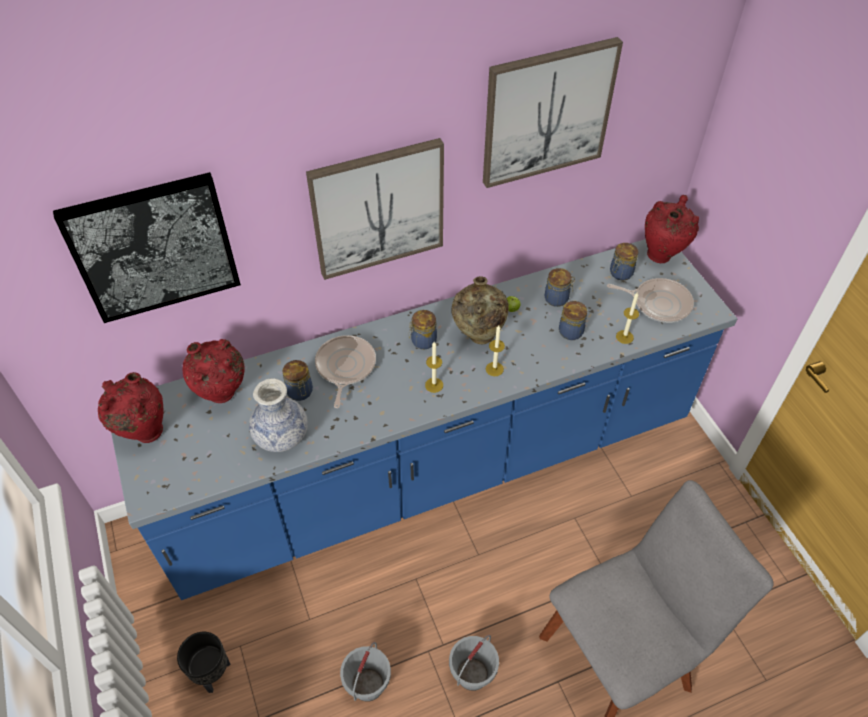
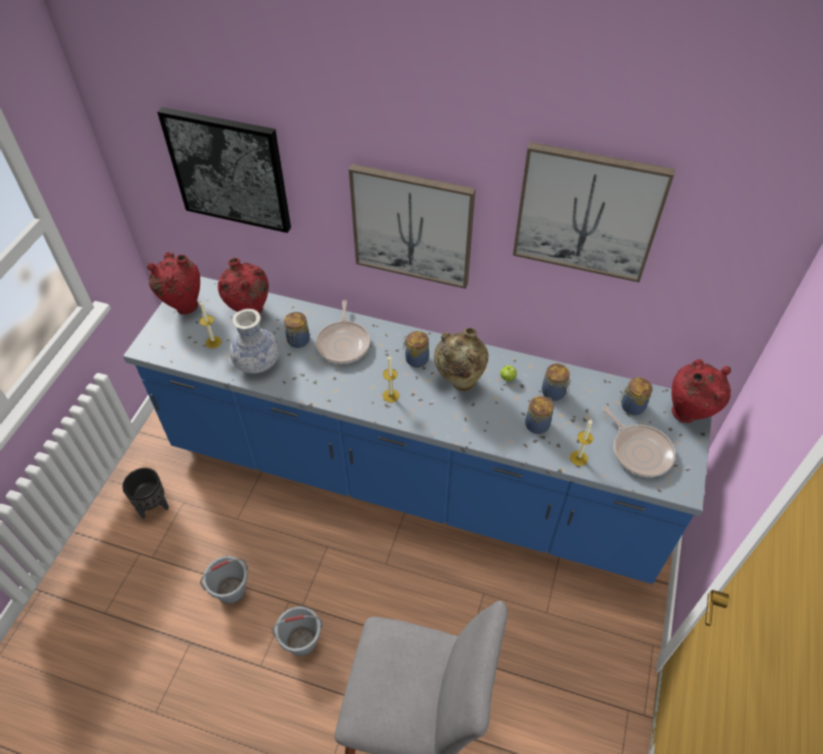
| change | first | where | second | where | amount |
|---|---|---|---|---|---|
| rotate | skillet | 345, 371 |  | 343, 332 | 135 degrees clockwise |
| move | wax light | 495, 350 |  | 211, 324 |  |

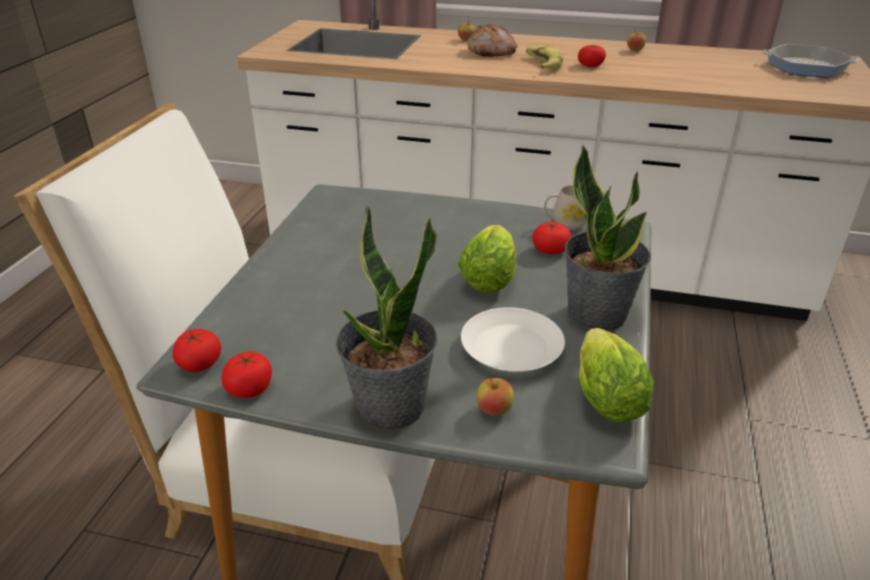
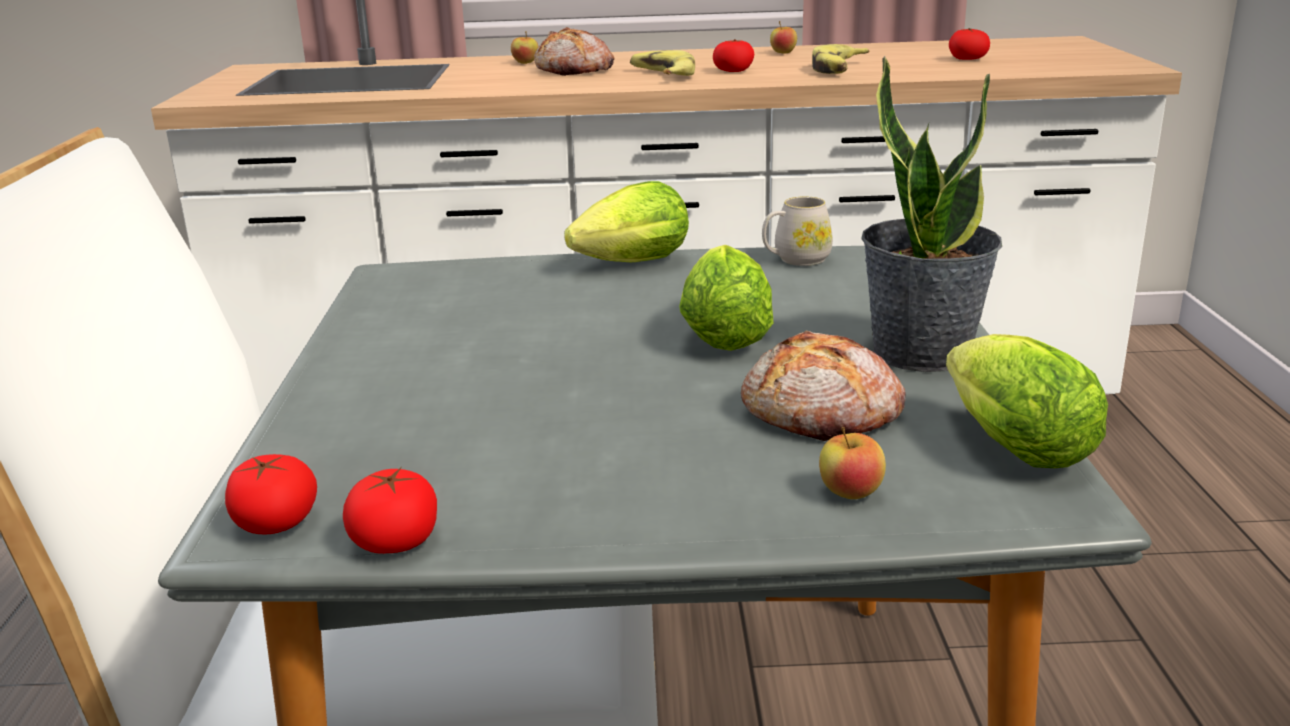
| change | first | where | second | where | amount |
|---|---|---|---|---|---|
| delete | houseplant | 386, 317 |  |  |  |
| replace | whitish flat dish | 513, 339 | baked bread | 823, 386 |  |
| move | fresh tomato | 552, 238 |  | 969, 44 |  |
| delete | skillet | 810, 61 |  |  |  |
| insert |  |  | lettuce head | 626, 221 |  |
| insert |  |  | banana | 840, 59 |  |

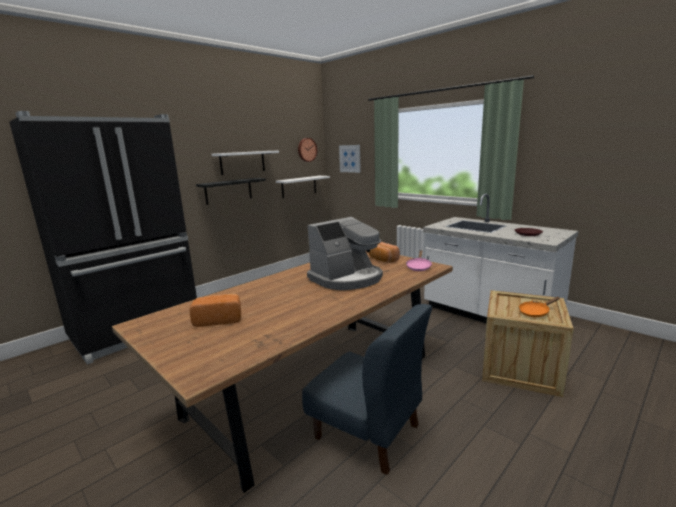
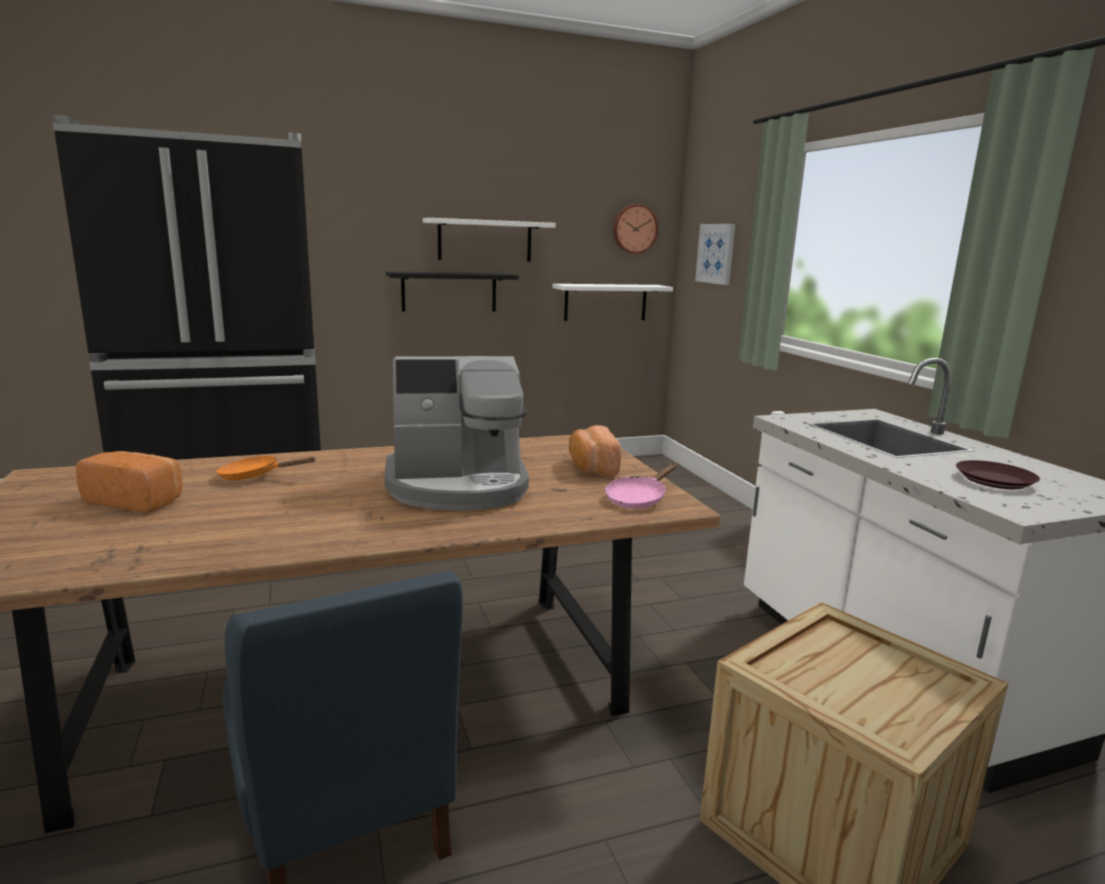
| change | first | where | second | where | amount |
|---|---|---|---|---|---|
| move | orange-coloured skillet | 539, 307 |  | 266, 468 |  |

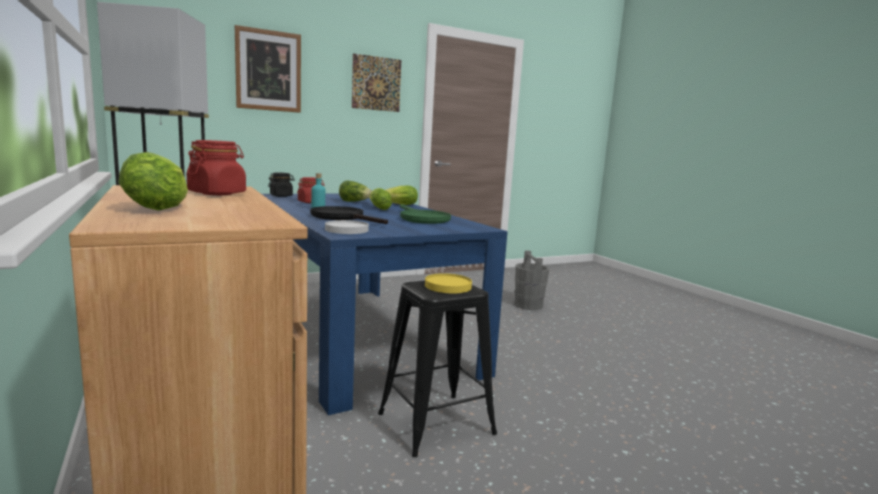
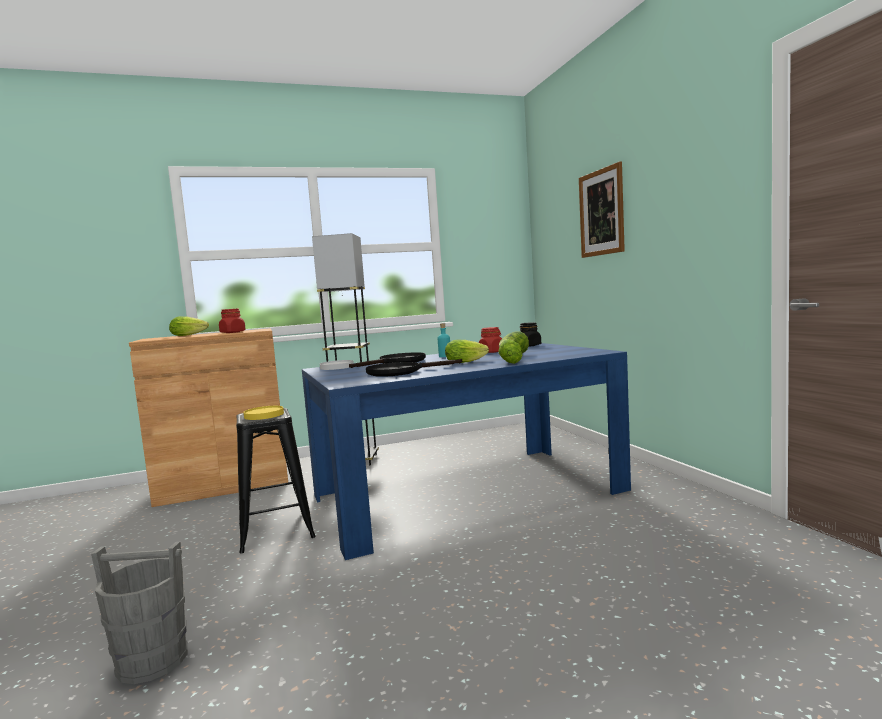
| change | first | where | second | where | amount |
|---|---|---|---|---|---|
| delete | wall picture | 376, 82 |  |  |  |
| recolor | green skillet | 425, 214 | blackish skillet | 414, 368 |  |
| move | greyish water bucket | 531, 280 |  | 139, 612 |  |

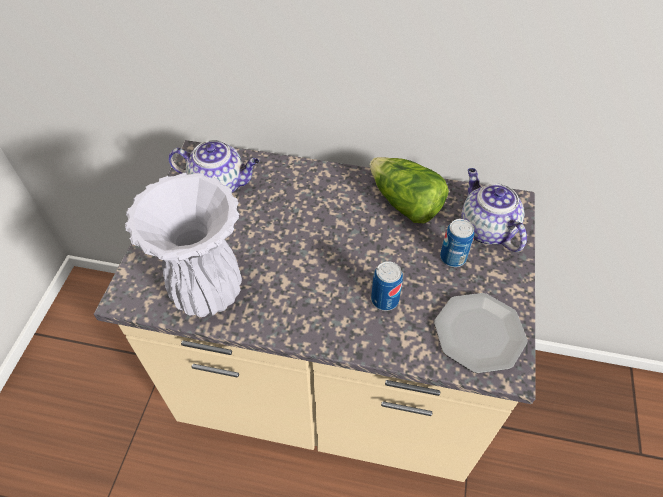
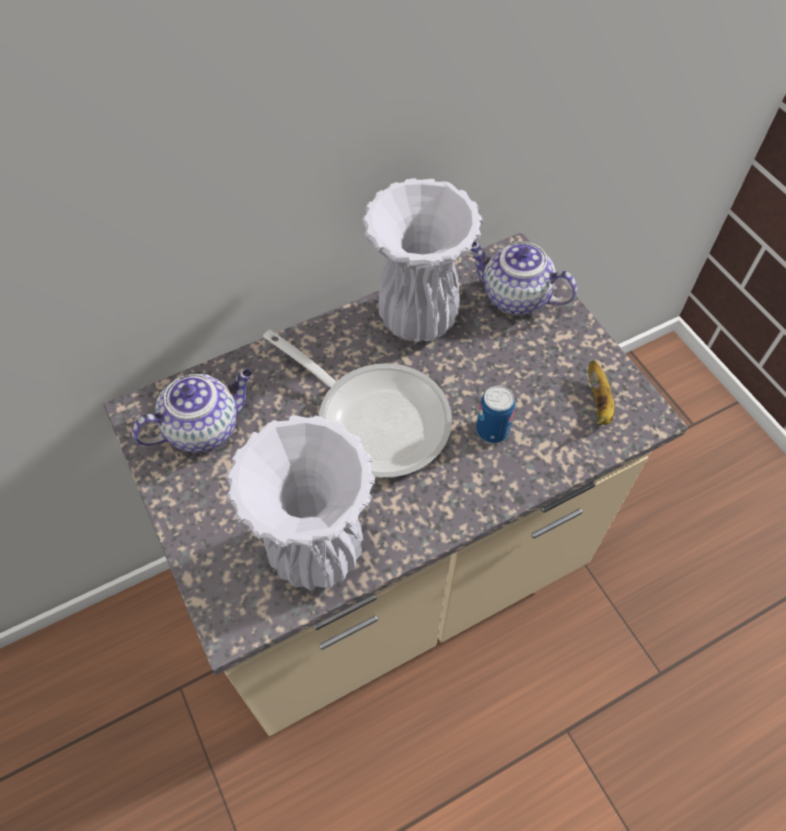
| change | first | where | second | where | amount |
|---|---|---|---|---|---|
| replace | lettuce head | 409, 190 | whitish vase | 422, 260 |  |
| replace | flat dish | 481, 333 | banana | 601, 392 |  |
| delete | metal can | 457, 243 |  |  |  |
| insert |  |  | skillet | 357, 404 |  |

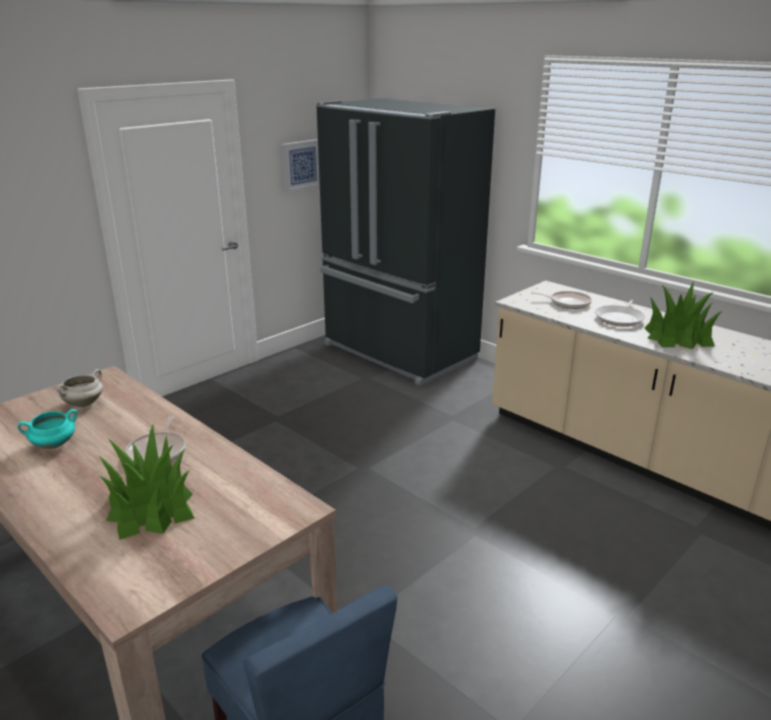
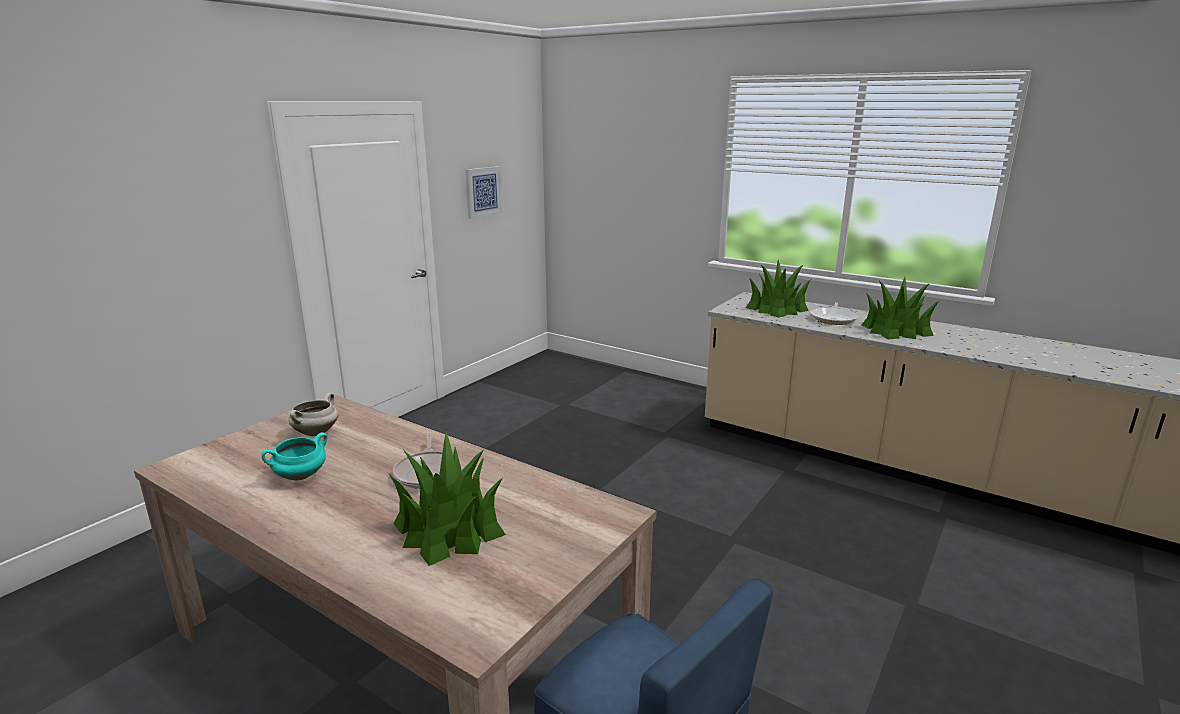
| change | first | where | second | where | amount |
|---|---|---|---|---|---|
| delete | blackish kitchen fridge | 405, 242 |  |  |  |
| replace | skillet | 561, 300 | houseplant | 778, 289 |  |

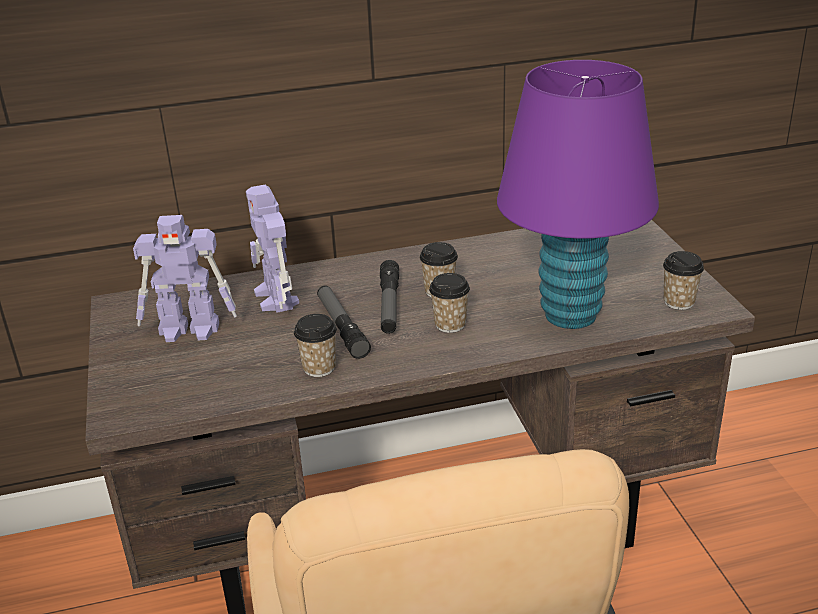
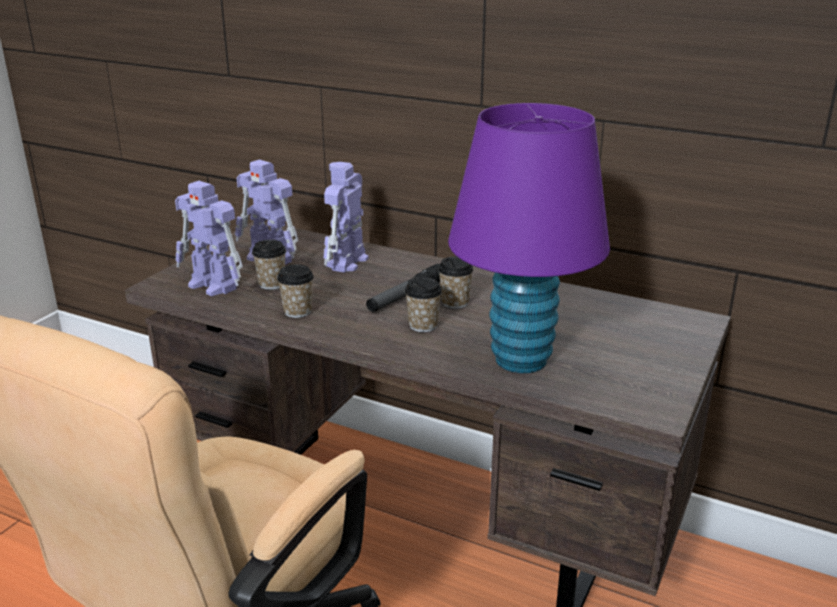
| change | first | where | second | where | amount |
|---|---|---|---|---|---|
| delete | hand torch | 344, 322 |  |  |  |
| move | drinking cup | 683, 280 |  | 269, 265 |  |
| insert |  |  | toy robot | 209, 238 |  |

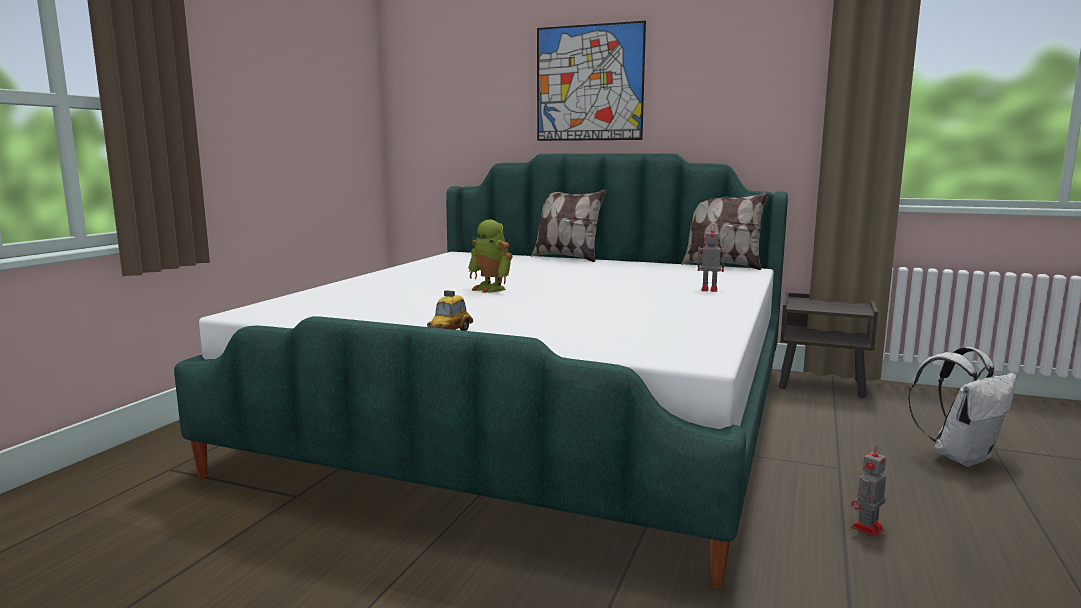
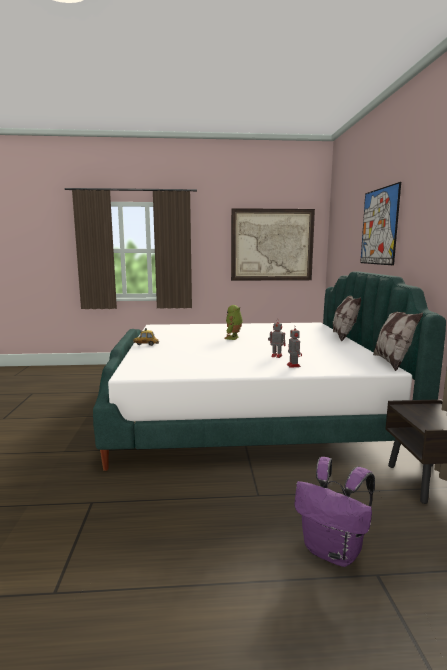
| change | first | where | second | where | amount |
|---|---|---|---|---|---|
| move | toy robot | 868, 491 |  | 276, 338 |  |
| recolor | whitish backpack | 962, 407 | purple-coloured backpack | 334, 512 |  |
| insert |  |  | wall picture | 273, 244 |  |

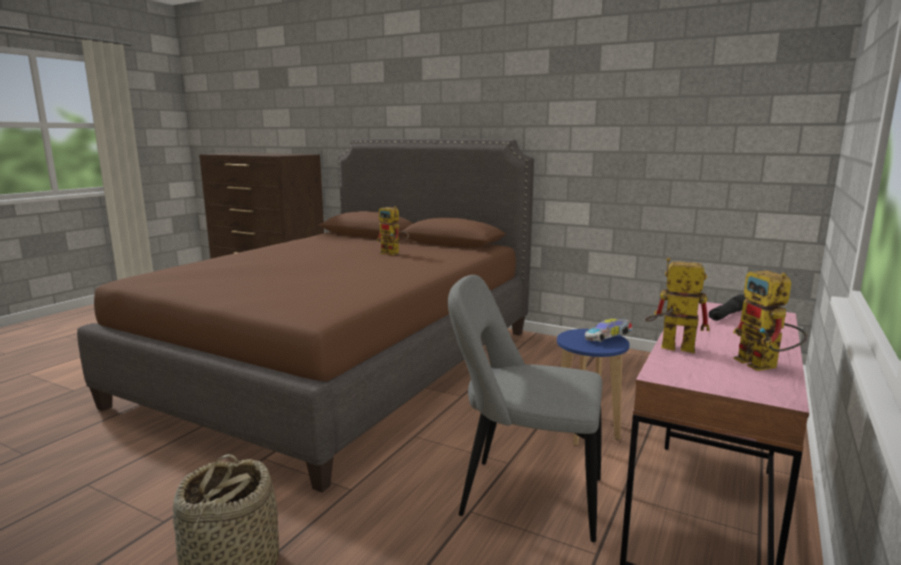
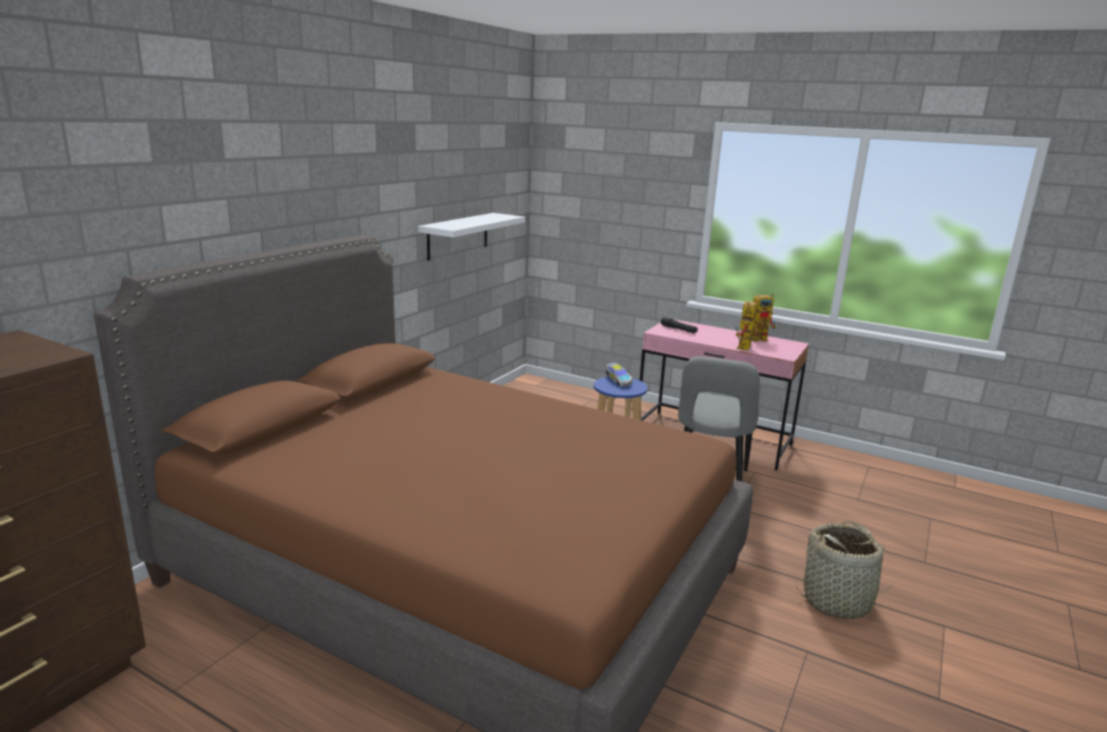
| change | first | where | second | where | amount |
|---|---|---|---|---|---|
| delete | toy robot | 393, 230 |  |  |  |
| insert |  |  | whitish wall shelf | 471, 237 |  |

